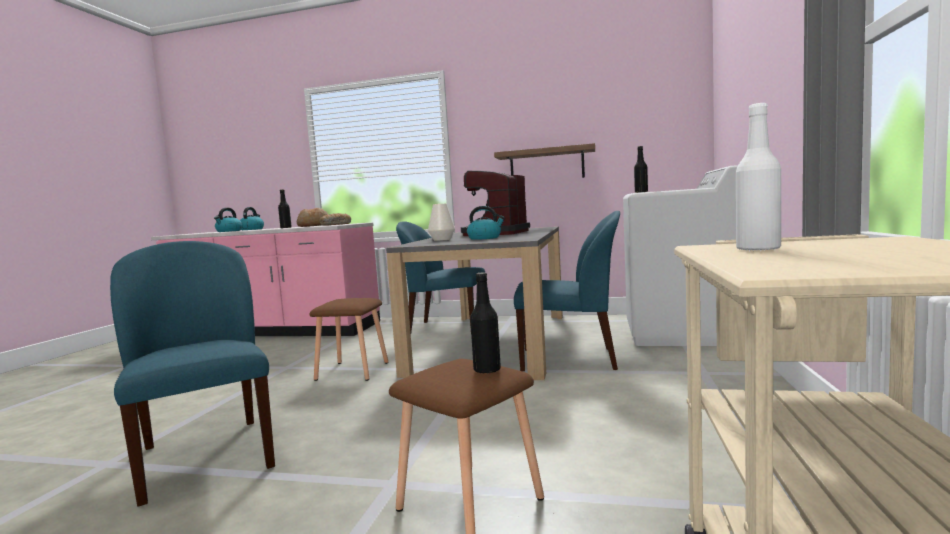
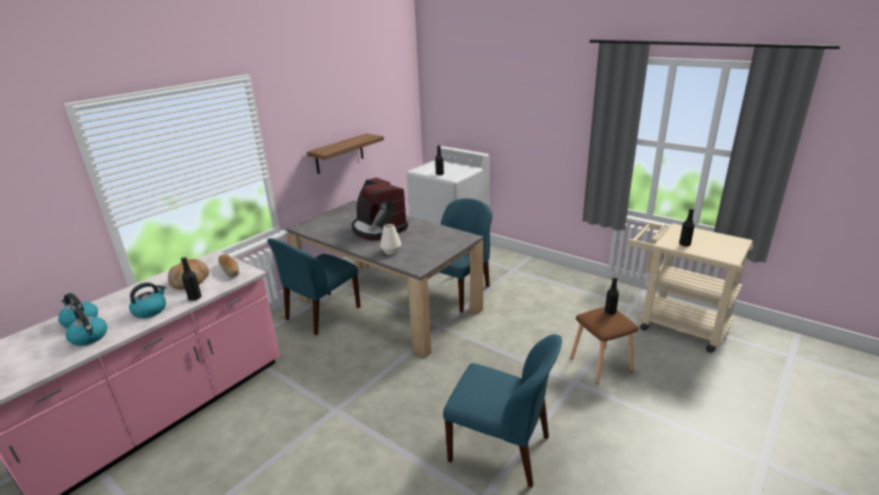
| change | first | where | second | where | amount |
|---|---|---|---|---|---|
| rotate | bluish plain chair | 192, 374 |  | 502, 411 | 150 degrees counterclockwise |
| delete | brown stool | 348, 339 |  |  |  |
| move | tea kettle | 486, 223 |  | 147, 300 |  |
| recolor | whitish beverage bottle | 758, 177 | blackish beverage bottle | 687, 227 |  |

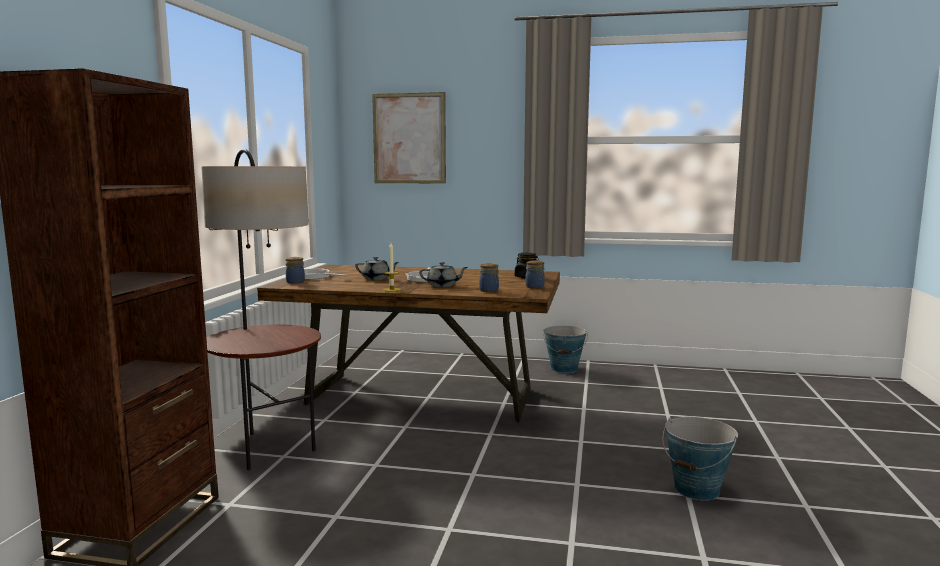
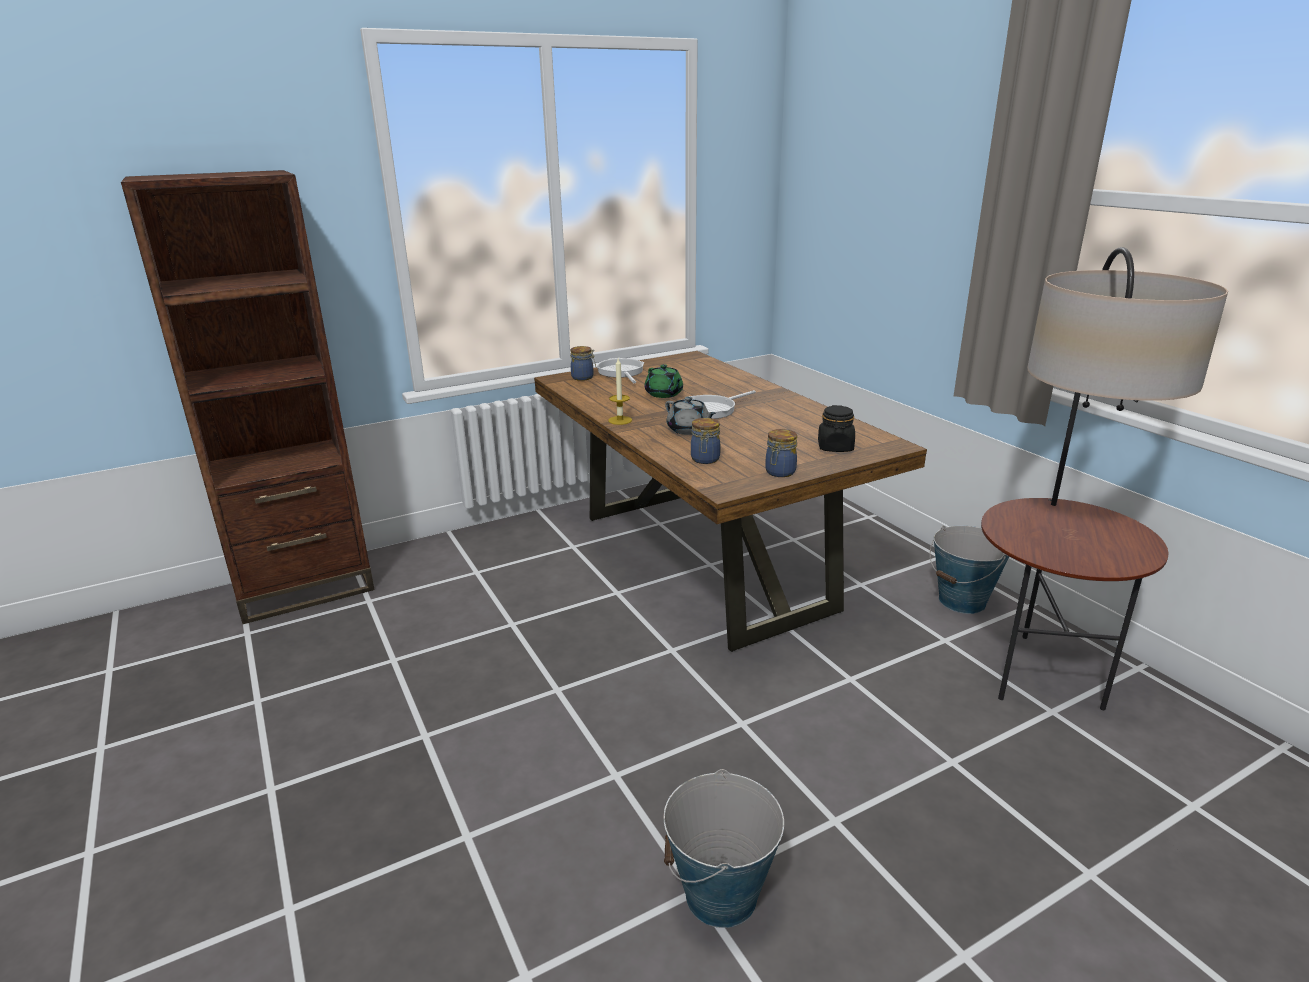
| change | first | where | second | where | amount |
|---|---|---|---|---|---|
| move | standard lamp | 261, 309 |  | 1104, 478 |  |
| recolor | greyish tea pot | 377, 268 | green tea pot | 664, 381 |  |
| delete | wall picture | 409, 137 |  |  |  |

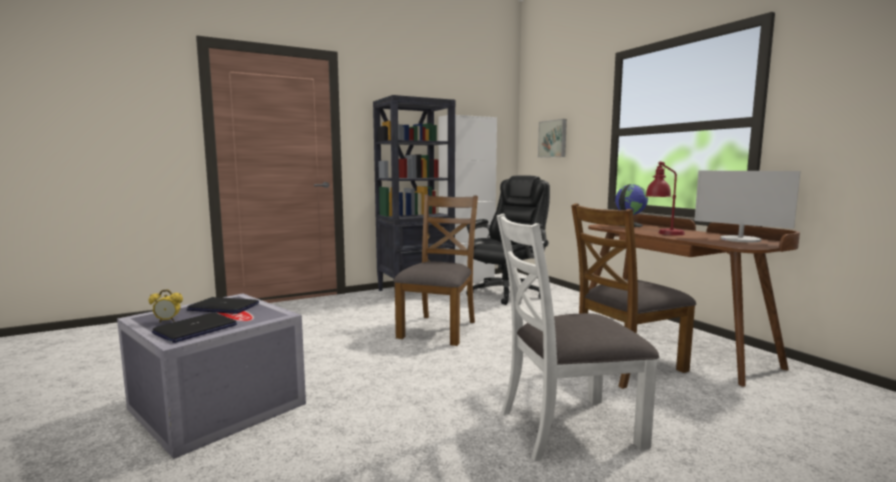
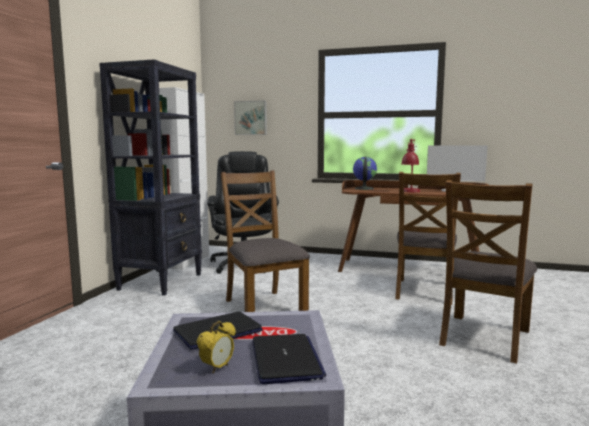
| change | first | where | second | where | amount |
|---|---|---|---|---|---|
| recolor | whitish plain chair | 578, 337 | brown plain chair | 488, 272 |  |

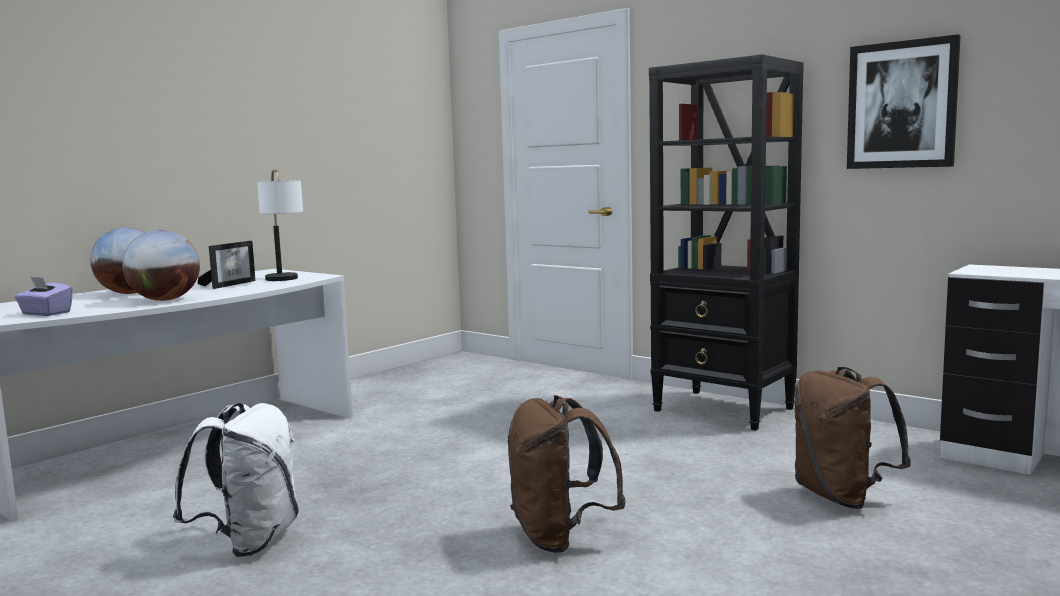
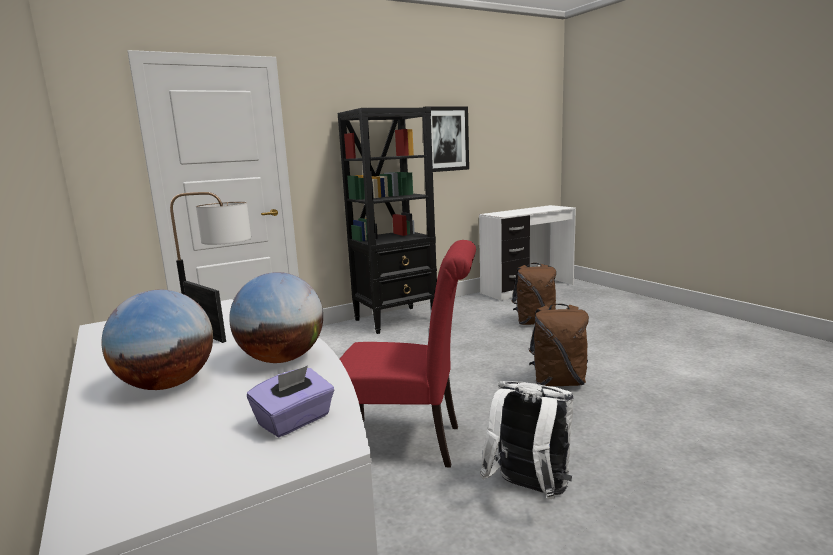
| change | first | where | second | where | amount |
|---|---|---|---|---|---|
| insert |  |  | reddish plain chair | 408, 354 |  |

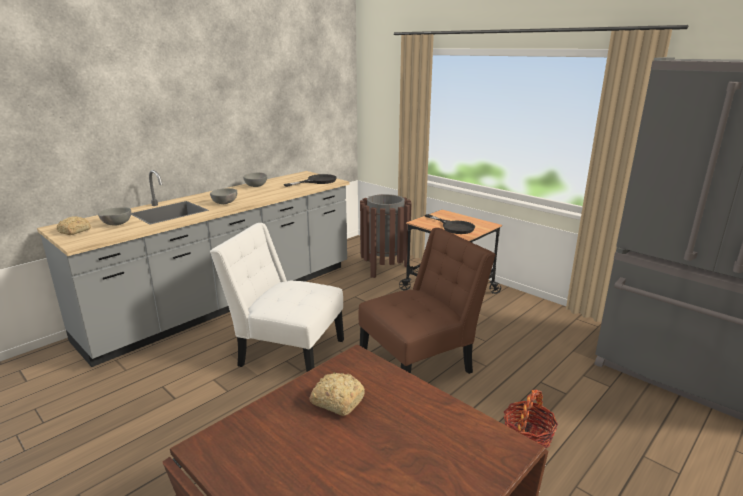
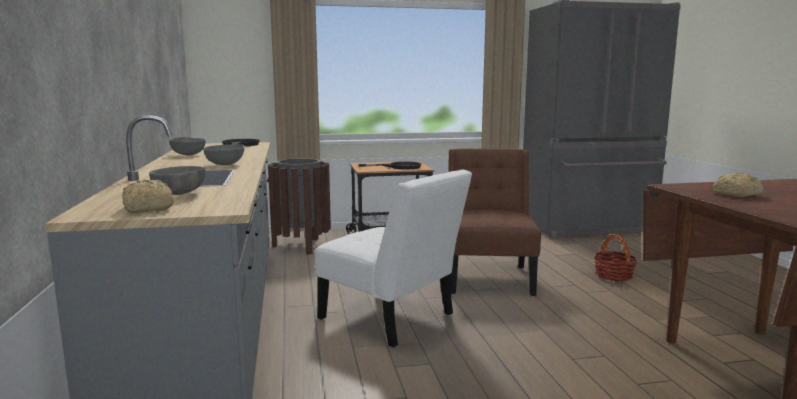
| change | first | where | second | where | amount |
|---|---|---|---|---|---|
| rotate | whitish plain chair | 277, 297 |  | 393, 258 | 105 degrees counterclockwise |

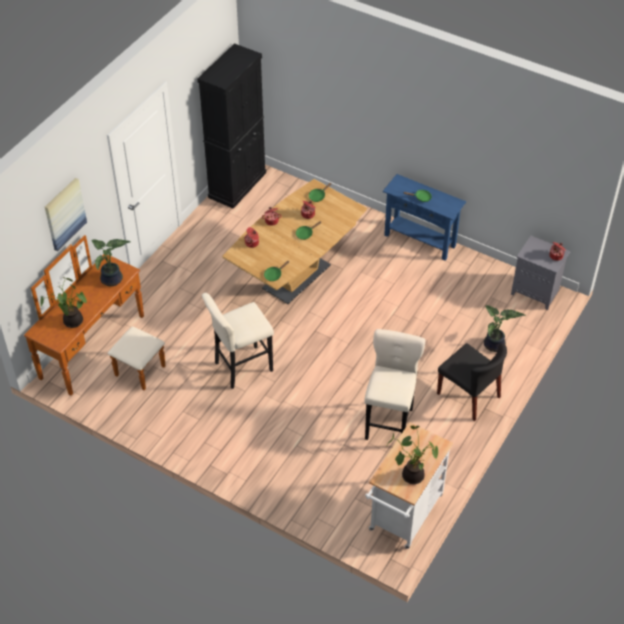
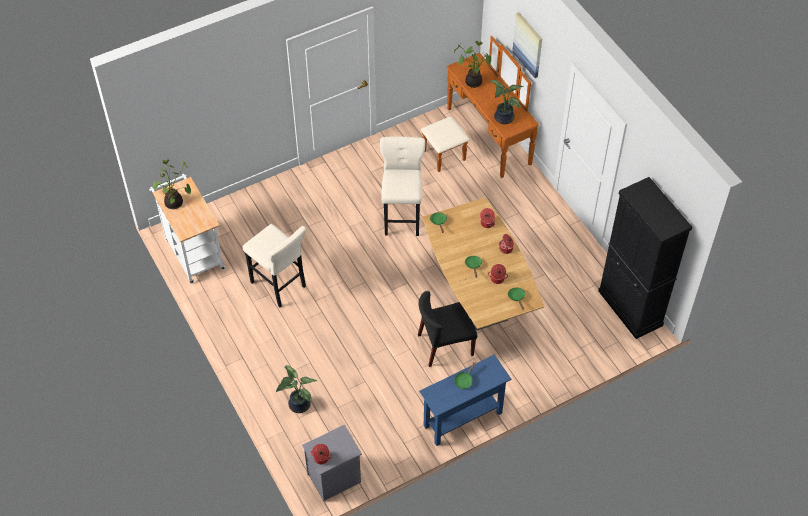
| change | first | where | second | where | amount |
|---|---|---|---|---|---|
| move | blackish plain chair | 472, 382 |  | 447, 329 |  |

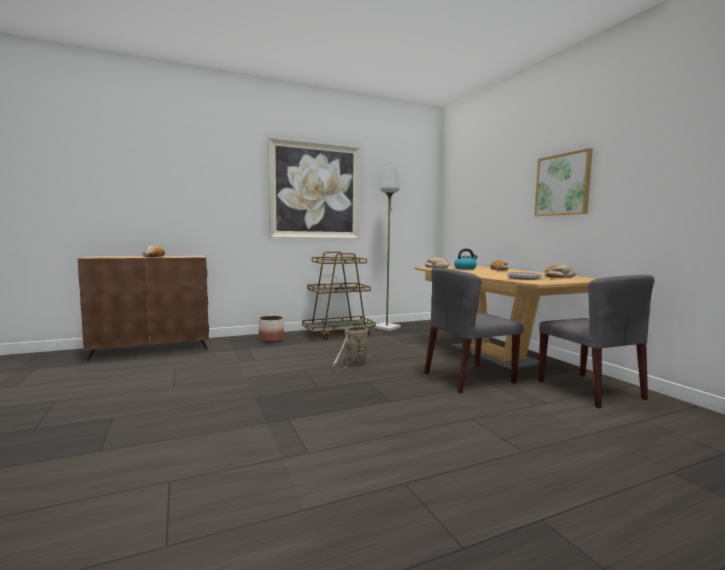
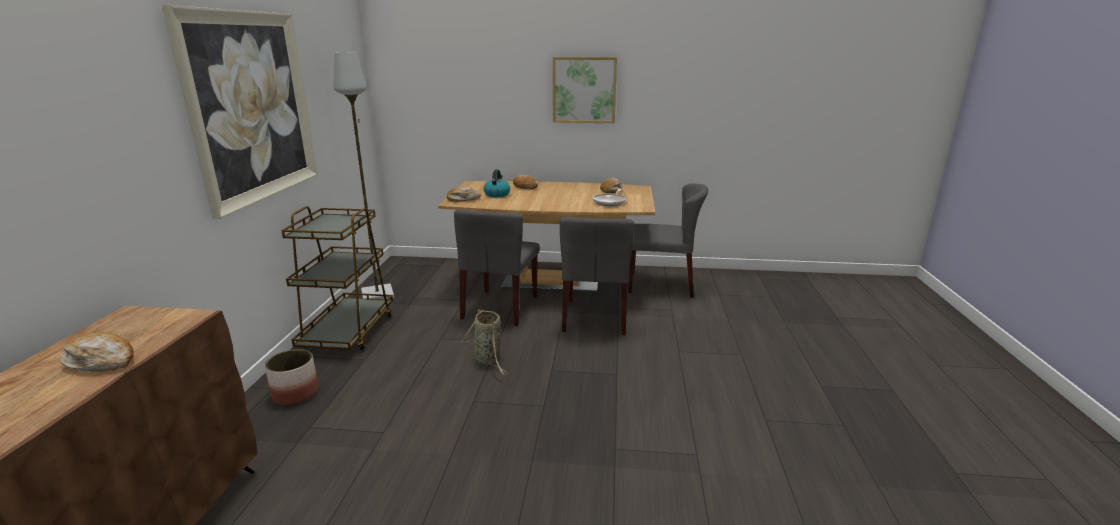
| change | first | where | second | where | amount |
|---|---|---|---|---|---|
| insert |  |  | greyish plain chair | 497, 267 |  |

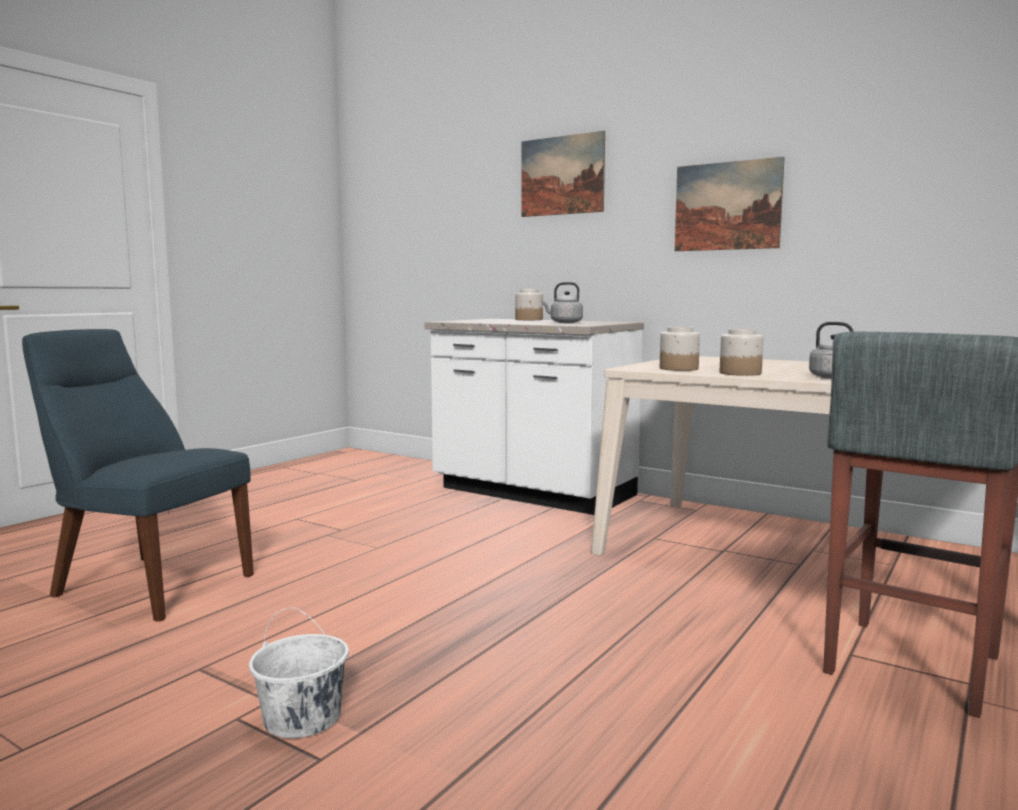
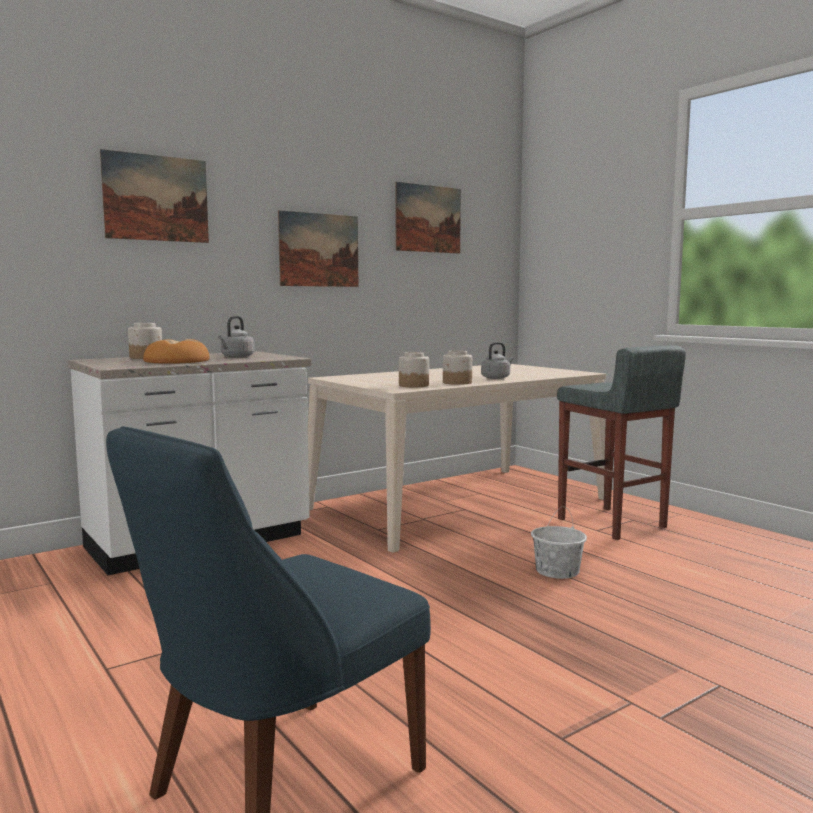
| change | first | where | second | where | amount |
|---|---|---|---|---|---|
| move | whitish water bucket | 299, 673 |  | 559, 542 |  |
| insert |  |  | baked bread | 176, 351 |  |
| insert |  |  | wall picture | 428, 218 |  |

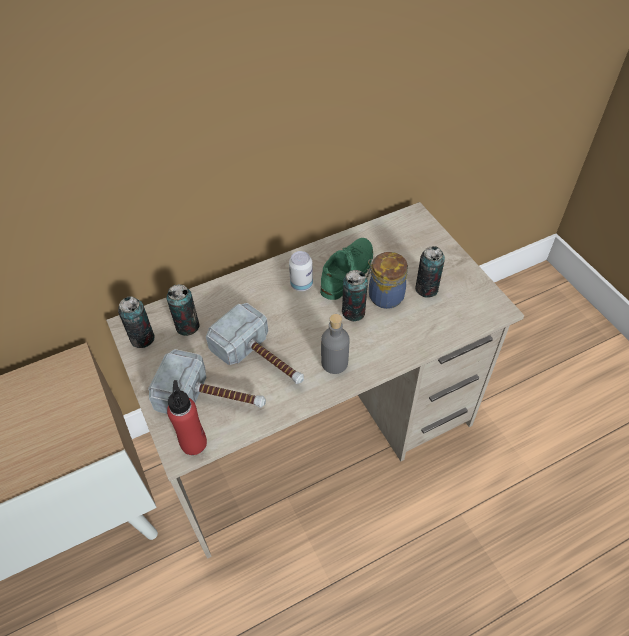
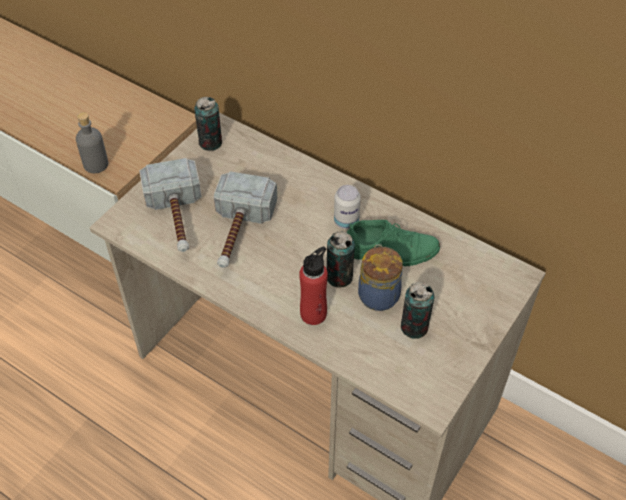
| change | first | where | second | where | amount |
|---|---|---|---|---|---|
| delete | metal can | 183, 310 |  |  |  |
| move | reddish beverage bottle | 187, 417 |  | 313, 286 |  |
| move | greyish beverage bottle | 335, 344 |  | 92, 142 |  |

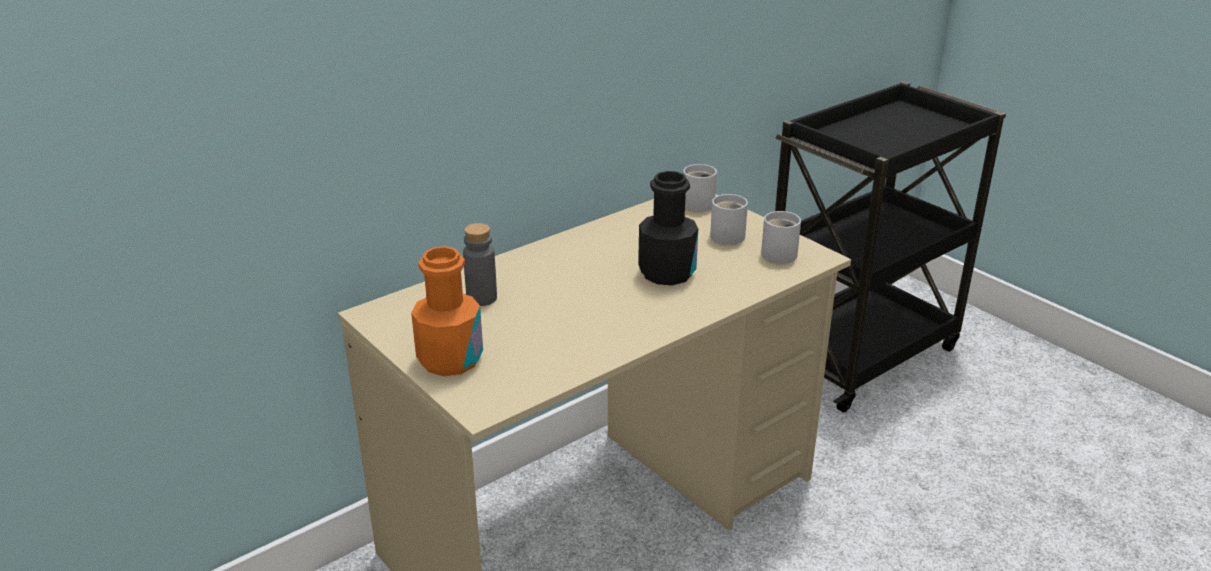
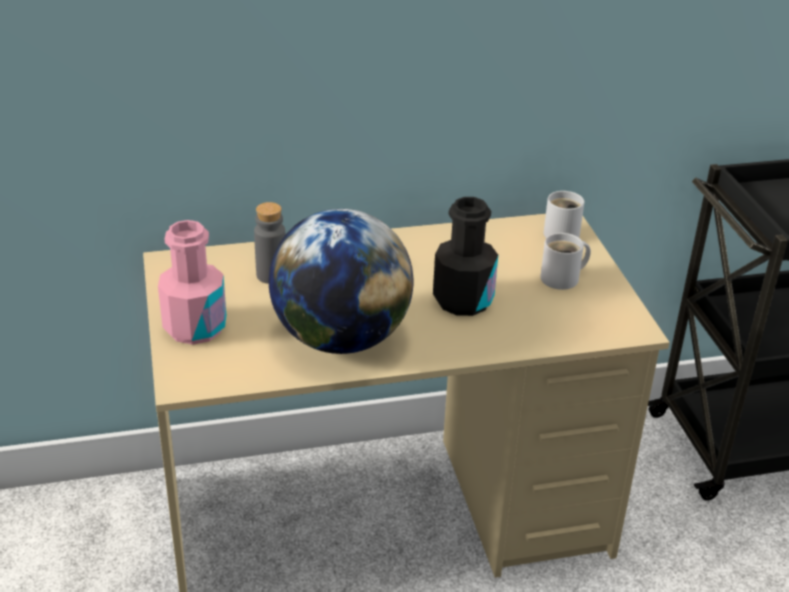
| change | first | where | second | where | amount |
|---|---|---|---|---|---|
| recolor | orange-coloured beverage bottle | 447, 311 | pink-coloured beverage bottle | 192, 282 |  |
| delete | whitish mug | 781, 237 |  |  |  |
| insert |  |  | world globe | 341, 281 |  |

